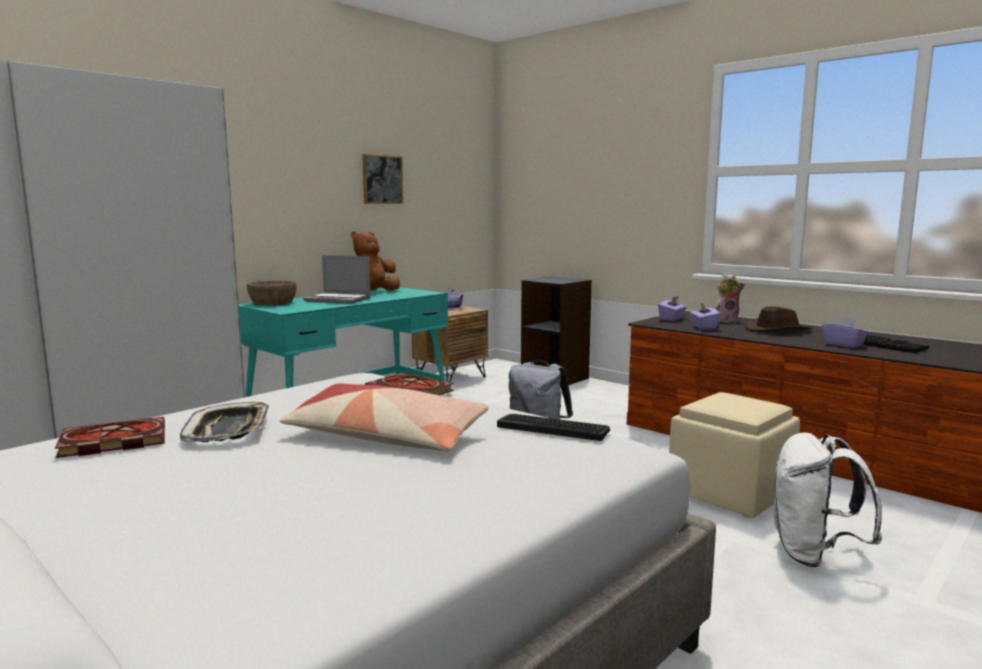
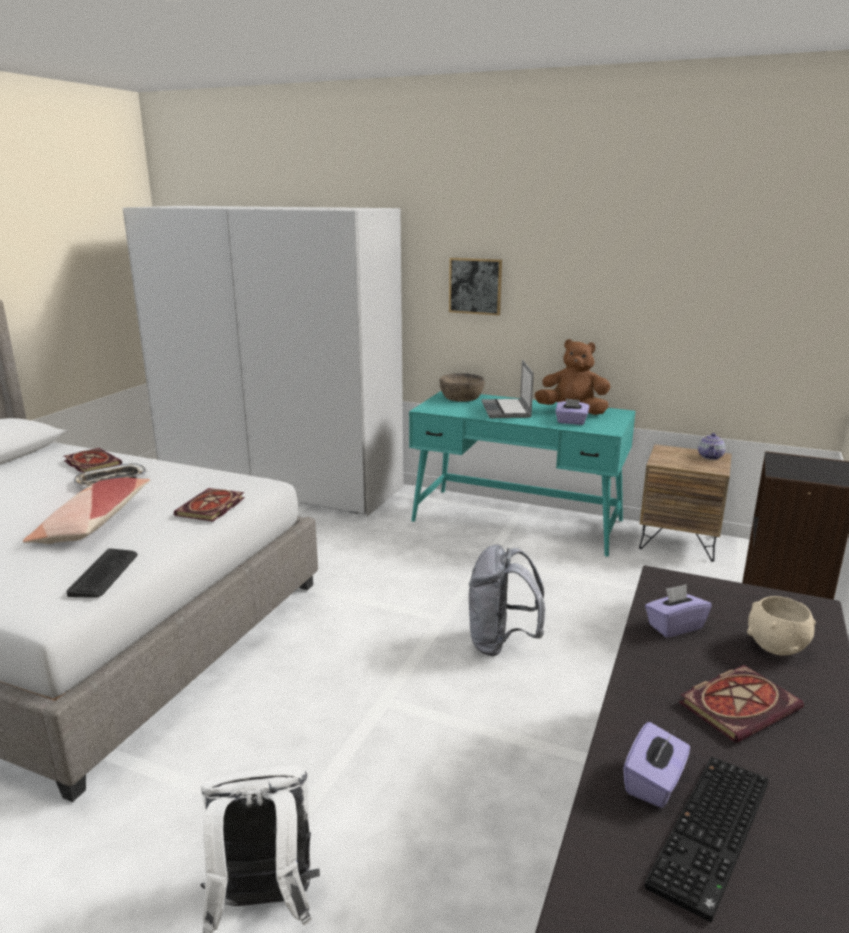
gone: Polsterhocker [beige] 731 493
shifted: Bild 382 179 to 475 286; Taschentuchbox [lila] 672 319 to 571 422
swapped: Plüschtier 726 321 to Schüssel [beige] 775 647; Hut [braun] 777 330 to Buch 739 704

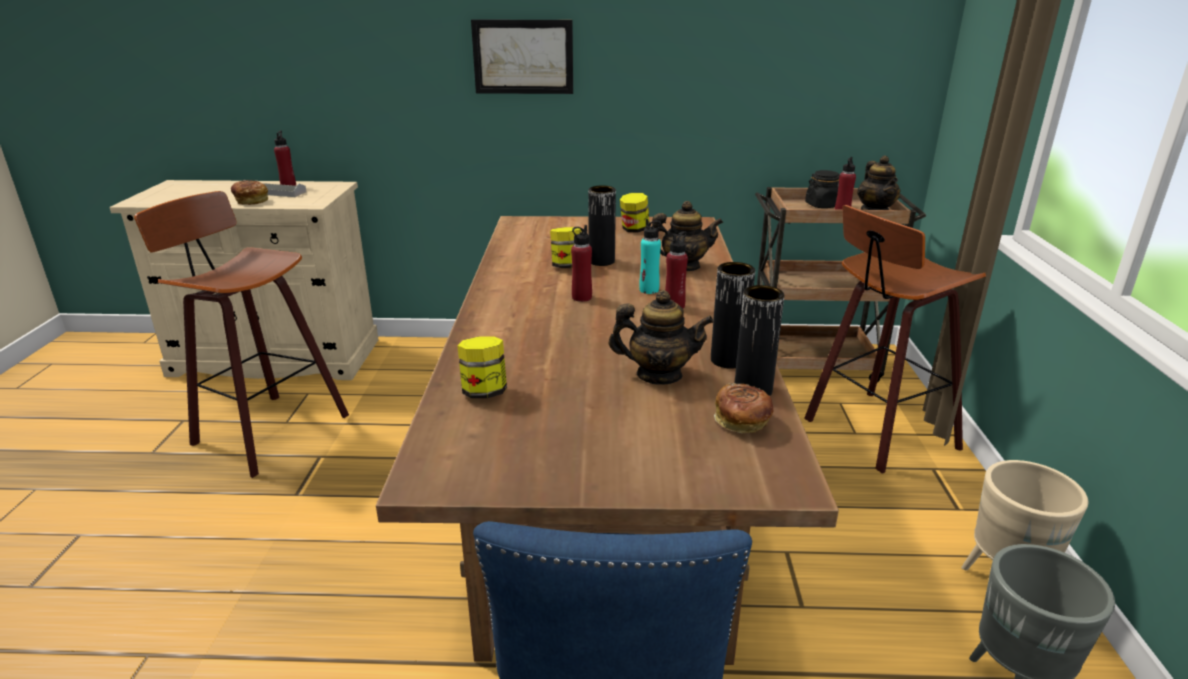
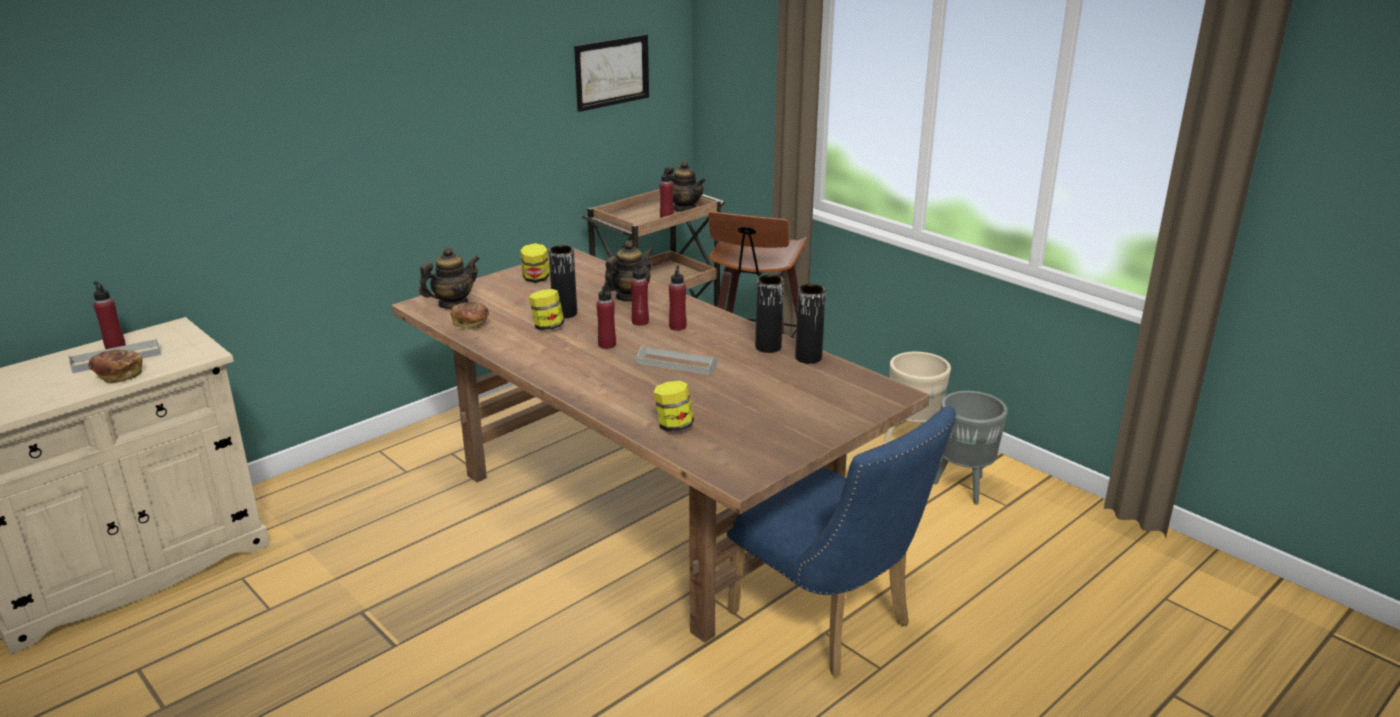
gone: Hocker 265 430; Vorratsglas [schwarz] 822 205
new: Tablett [grau] 677 363
shifted: Bild 523 57 to 612 72; Teekanne 659 375 to 453 304; Brot 742 422 to 471 325
repainted: Flasche [türkis] 649 290 to Flasche [rot] 640 322

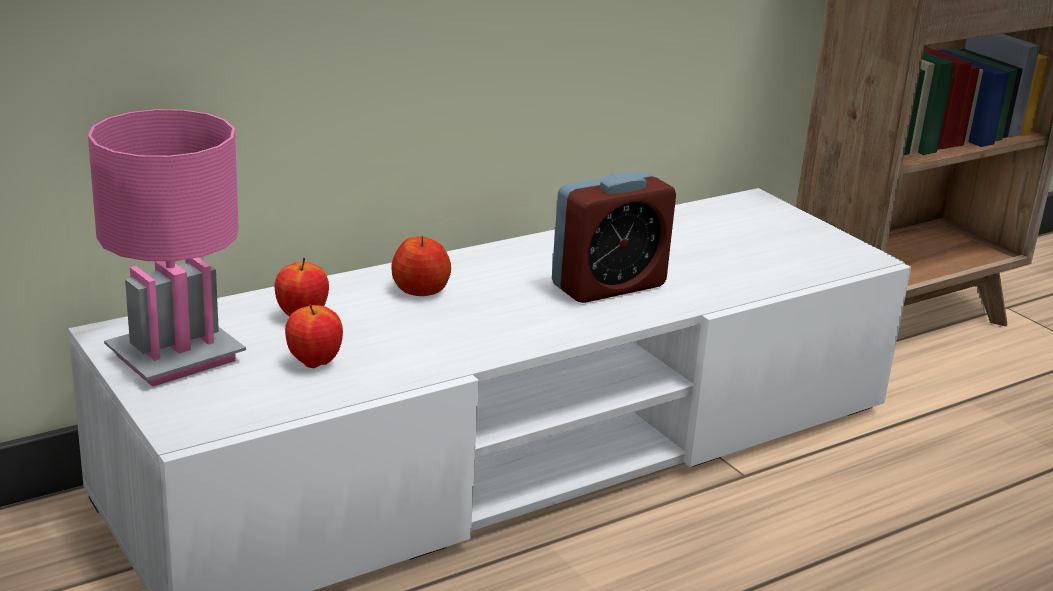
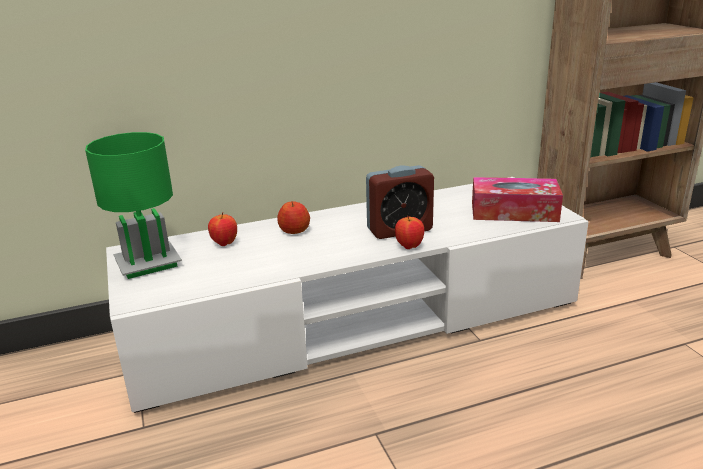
new: Taschentuchbox 514 212
shifted: Apfel 314 362 to 409 246
repainted: Tischlampe [rosa] 176 358 to Tischlampe [grün] 148 264

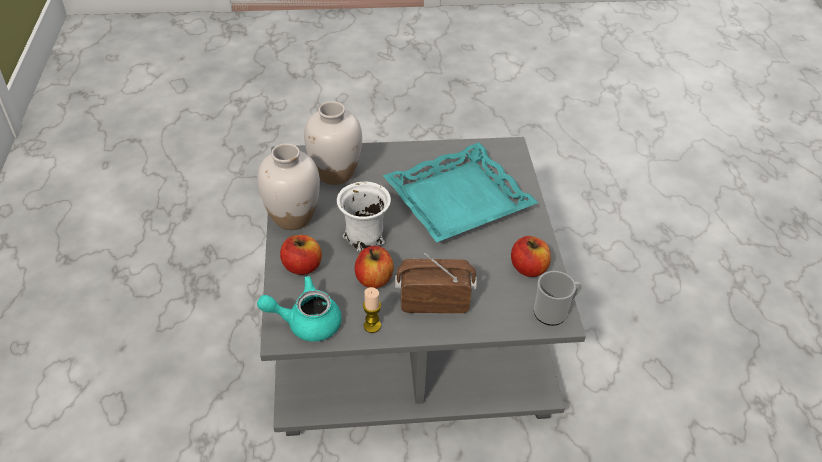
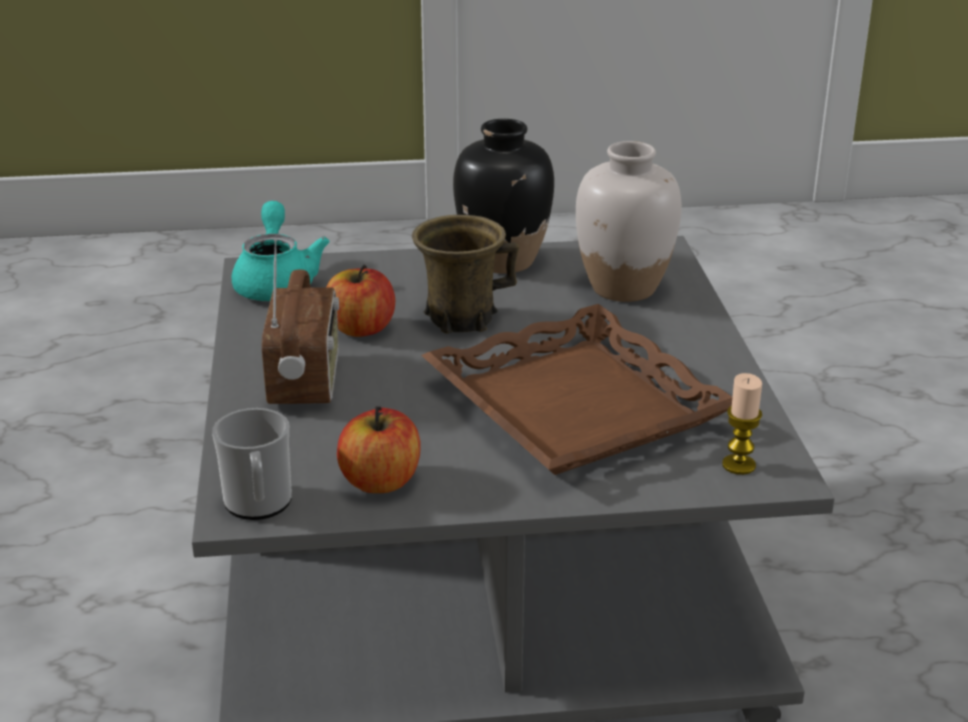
gone: Apfel 302 266
shifted: Kerze 372 326 to 738 465
repainted: Vase [weiß] 292 217 to Vase [schwarz] 503 260; Henkelbecher [weiß] 364 237 to Henkelbecher [braun] 460 317; Tablett [türkis] 458 201 to Tablett [braun] 573 406

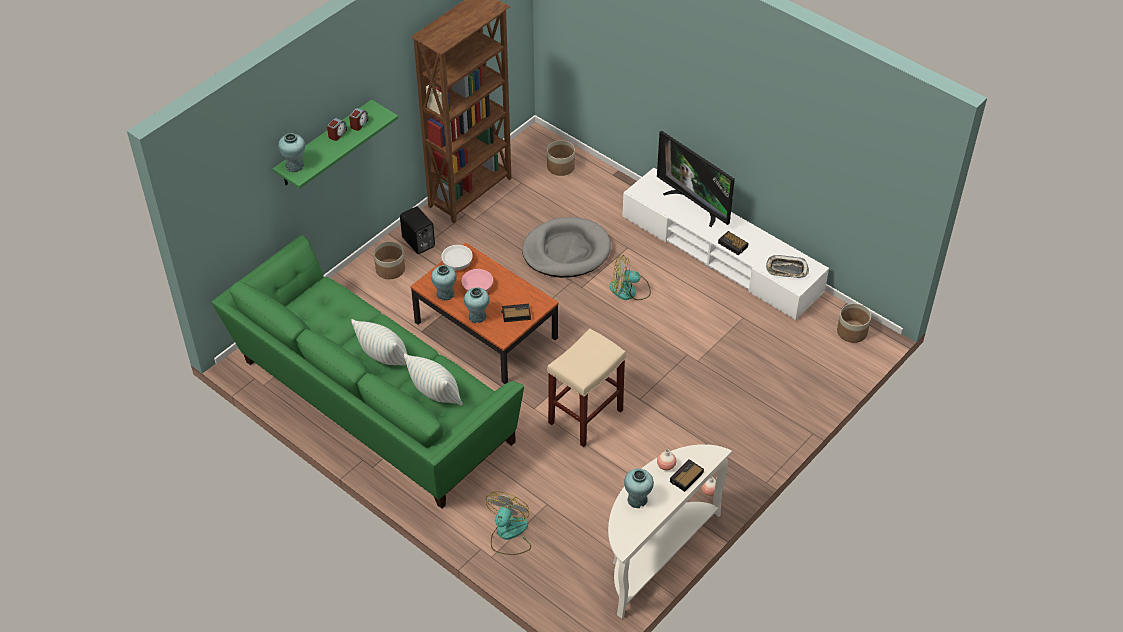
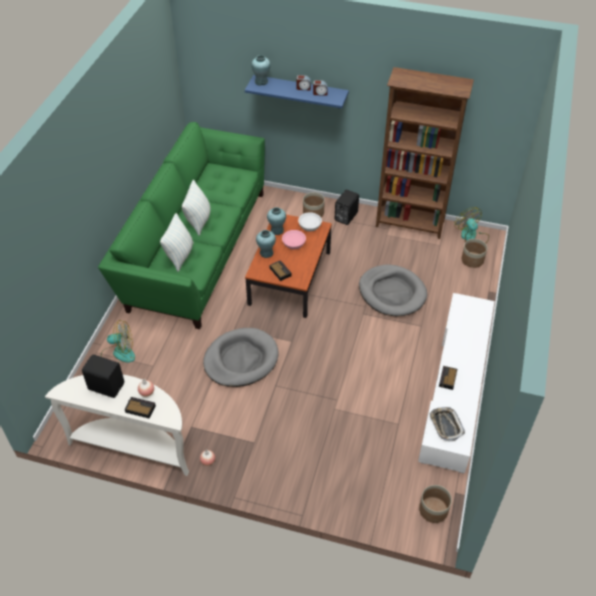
gone: Fernseher 695 204
shifted: Ventilator 629 290 to 471 237
swapped: Hocker [beige] 585 417 to Hundebett [grau] 241 359; Vase [türkis] 637 499 to Lautsprecher [schwarz] 106 385
repainted: Wandregal [grün] 324 144 to Wandregal [blau] 300 92

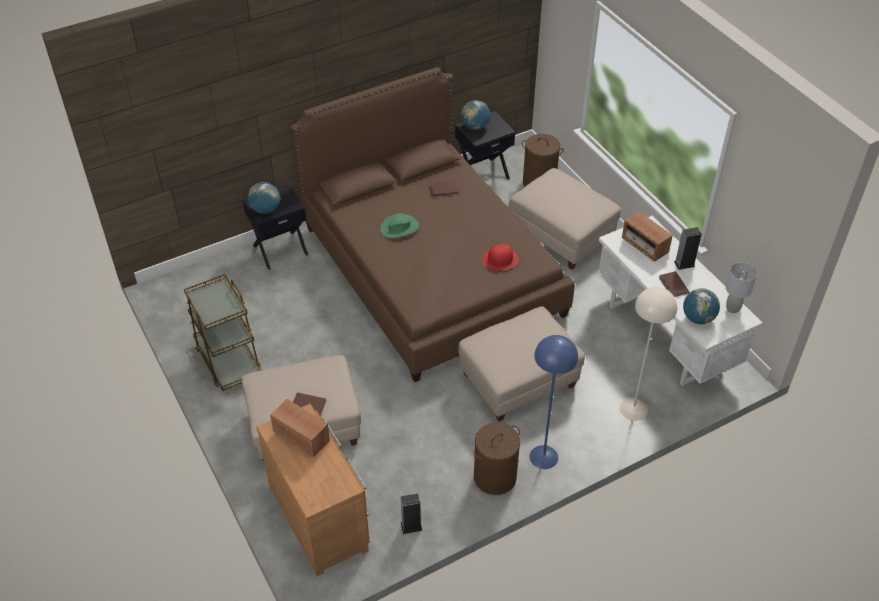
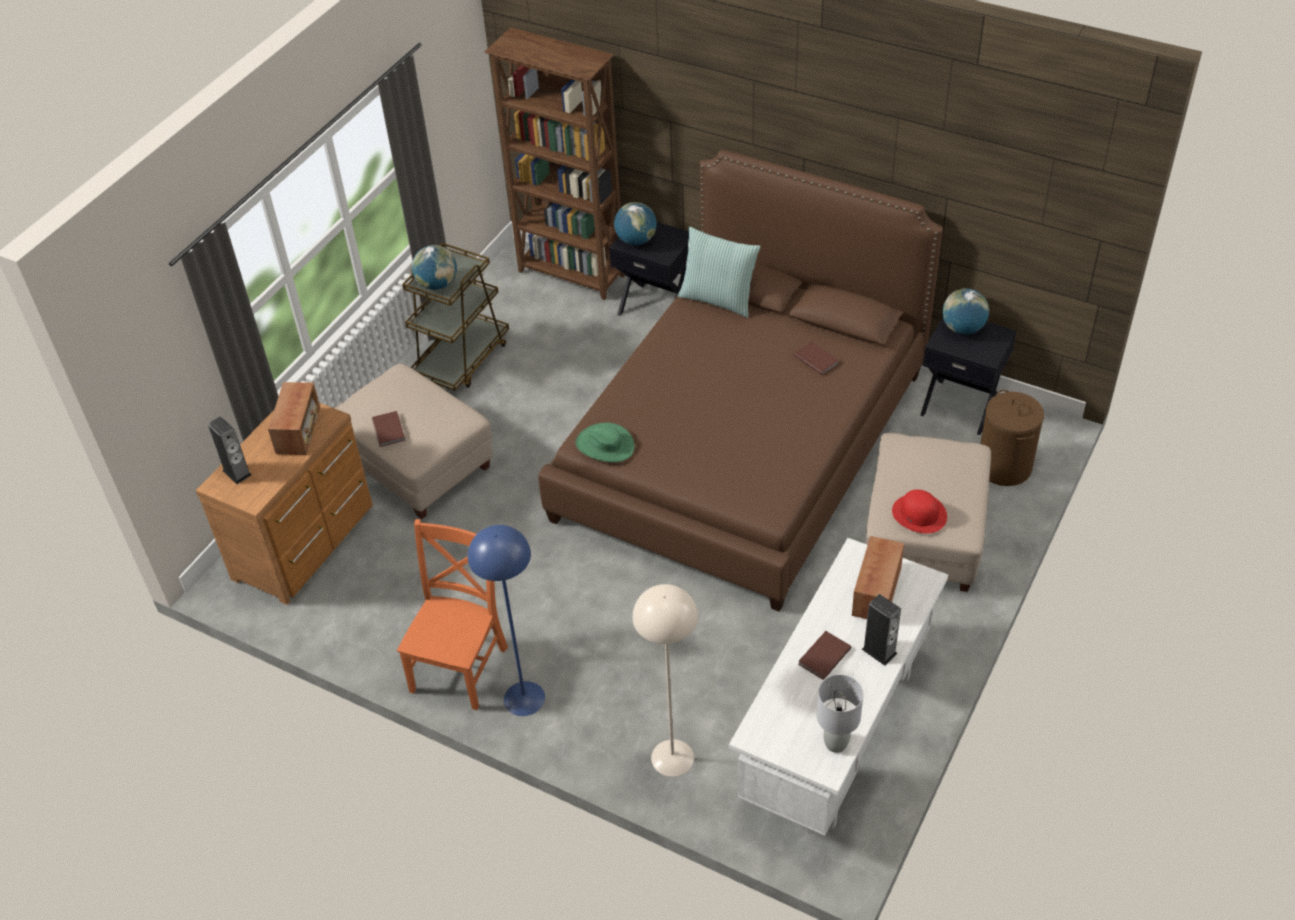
gone: Polsterhocker [beige] 518 381
new: Bücherregal [braun] 571 274; Kissen 718 299
shifted: Hut [grün] 399 227 to 605 445; Lautsprecher 411 526 to 237 472; Hut [rot] 500 259 to 919 514; Globus 698 318 to 437 284
swapped: Wäschekorb [braun] 495 477 to Stuhl [orange] 461 665

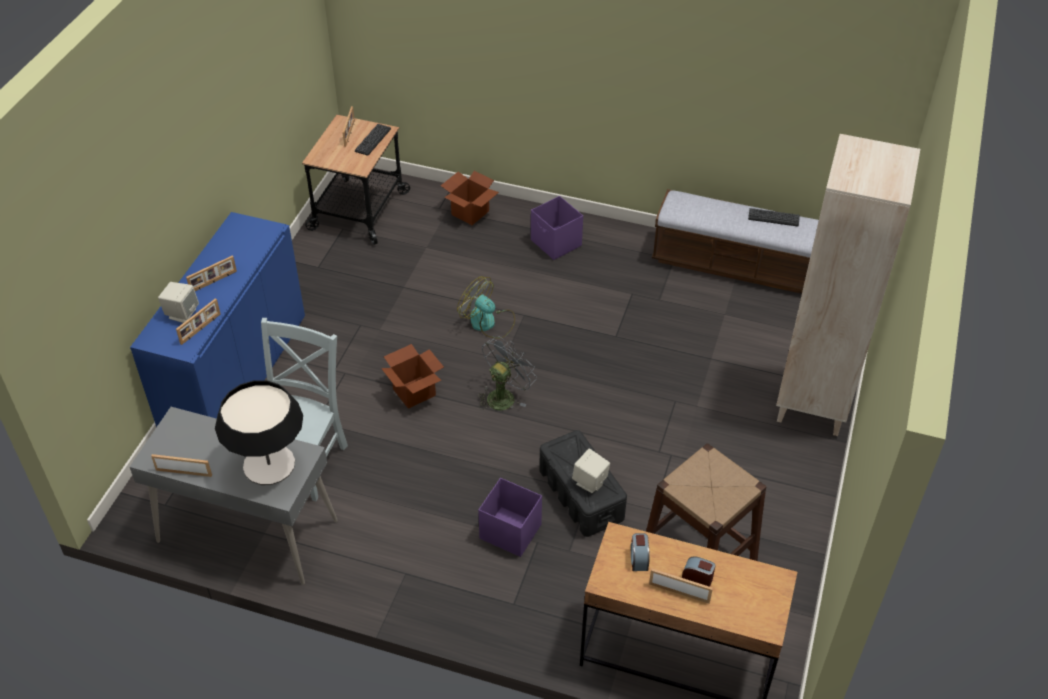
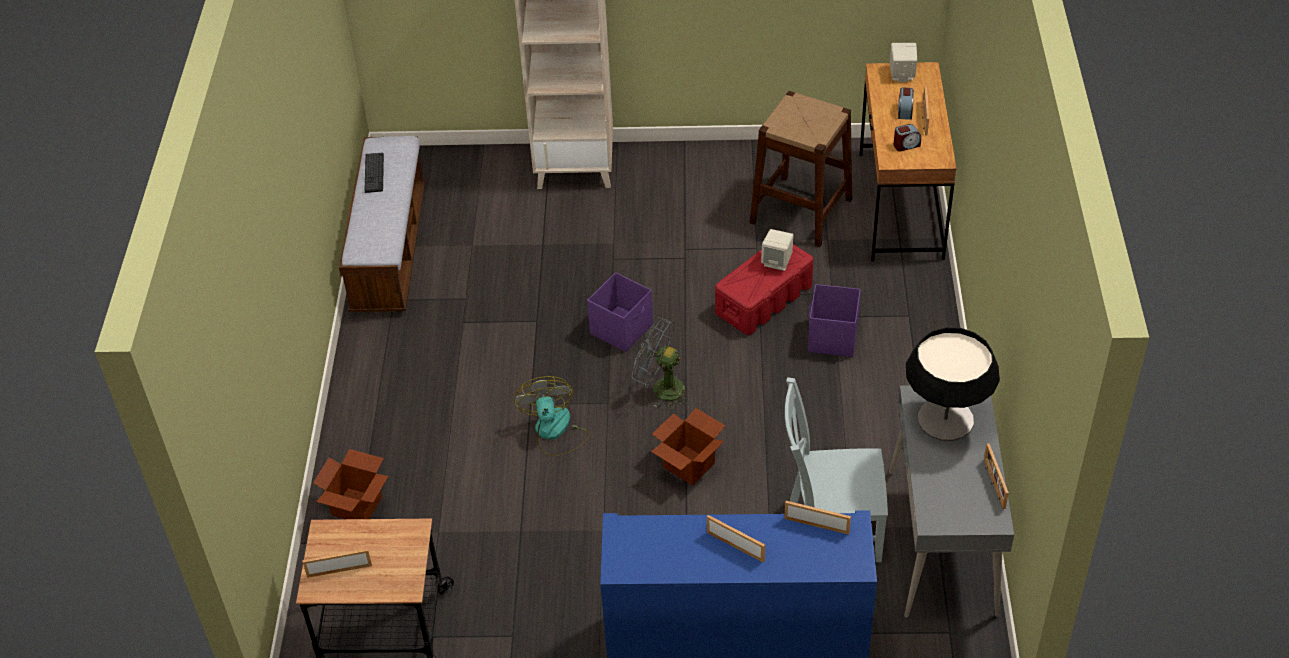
gone: Tastatur 373 140
shifted: Lautsprecher [beige] 182 313 to 901 75; Aufbewahrungsbox [lila] 556 243 to 622 329
repainted: Aufbewahrungsbox [schwarz] 581 495 to Aufbewahrungsbox [rot] 764 299
rotated: Ventilator 488 323 = 555 432 150 degrees clockwise

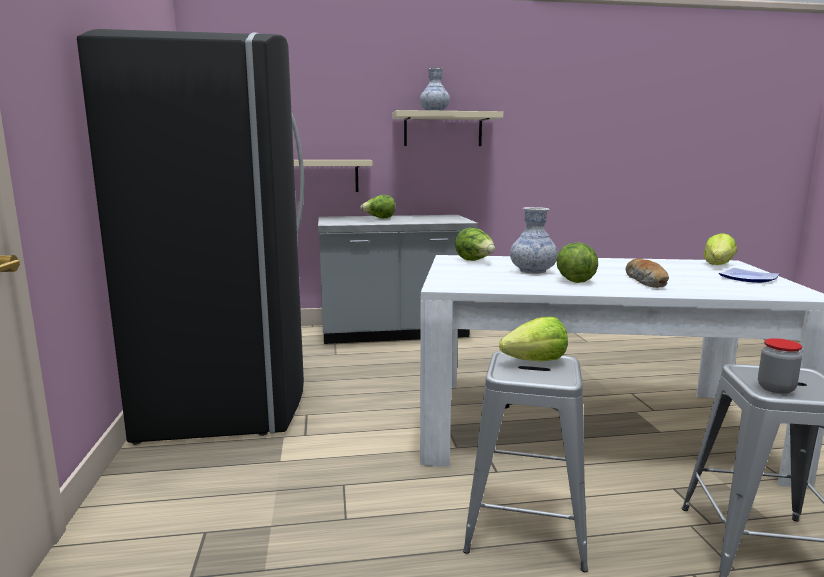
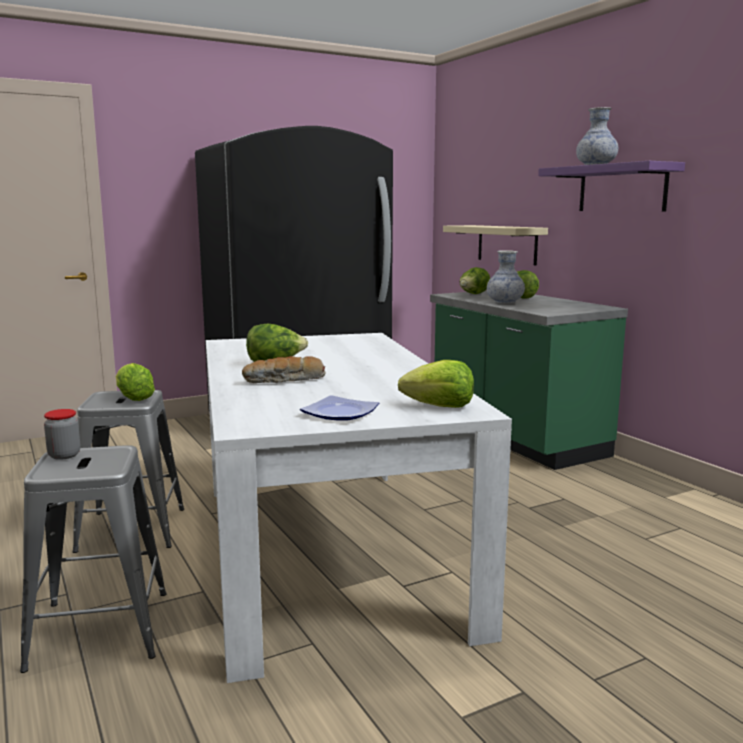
shifted: Salatkopf 475 261 to 473 294; Vase 532 271 to 505 302
repainted: Küchenzeile [grau] 395 333 to Küchenzeile [grün] 514 438; Wandregal [beige] 443 129 to Wandregal [lila] 622 188

